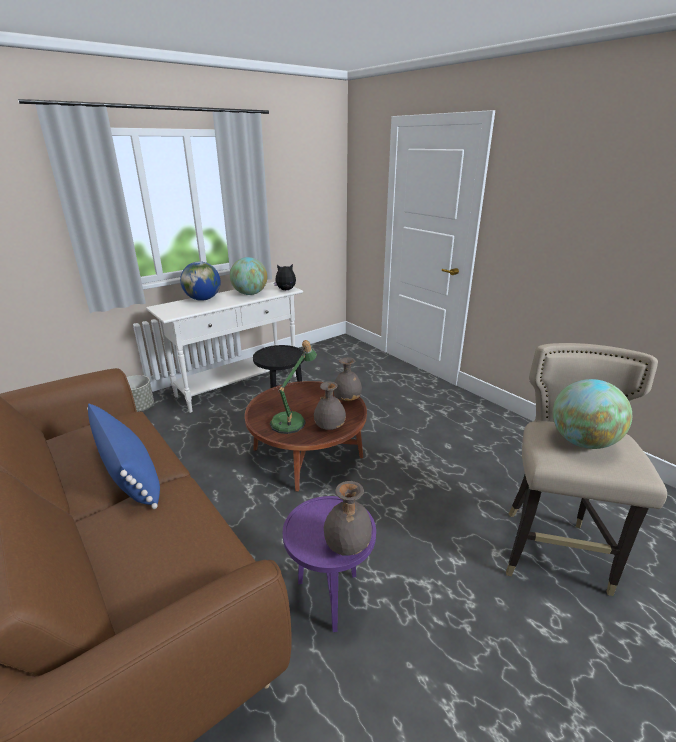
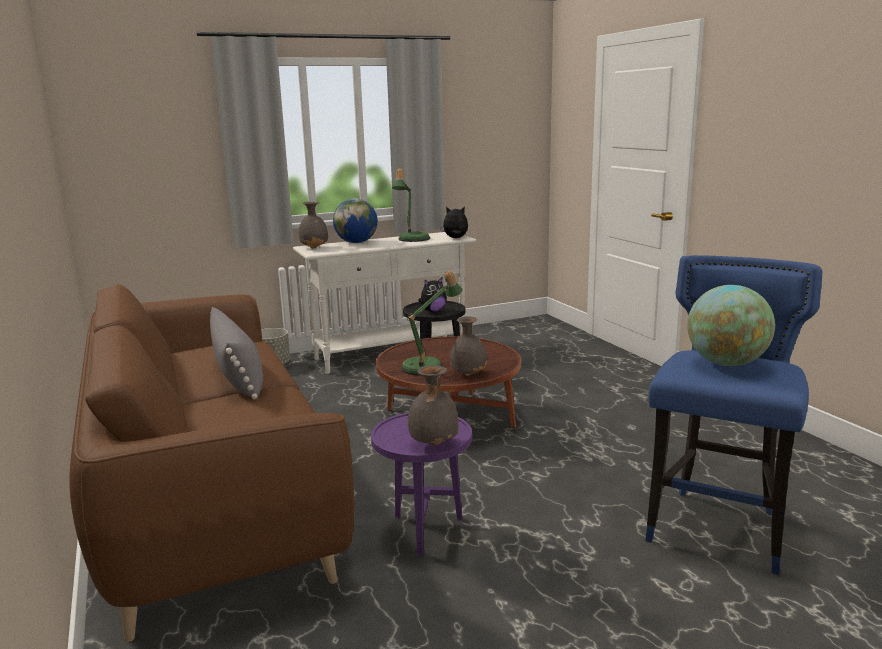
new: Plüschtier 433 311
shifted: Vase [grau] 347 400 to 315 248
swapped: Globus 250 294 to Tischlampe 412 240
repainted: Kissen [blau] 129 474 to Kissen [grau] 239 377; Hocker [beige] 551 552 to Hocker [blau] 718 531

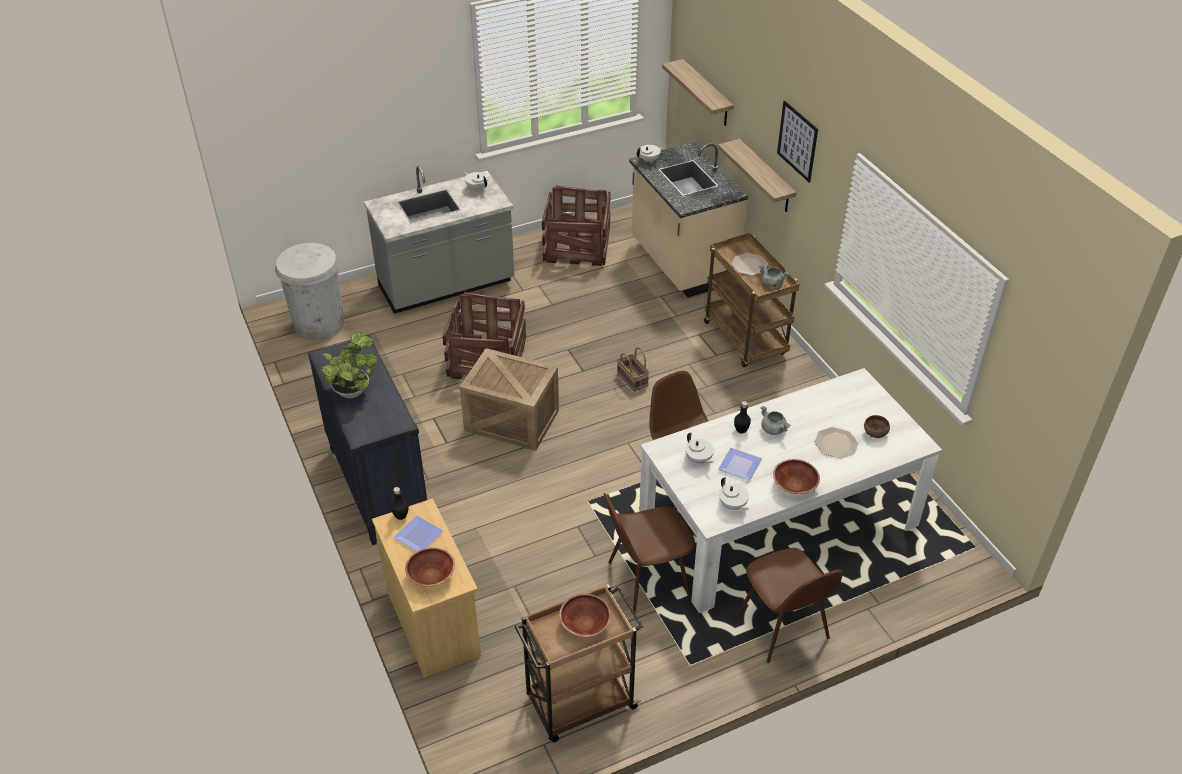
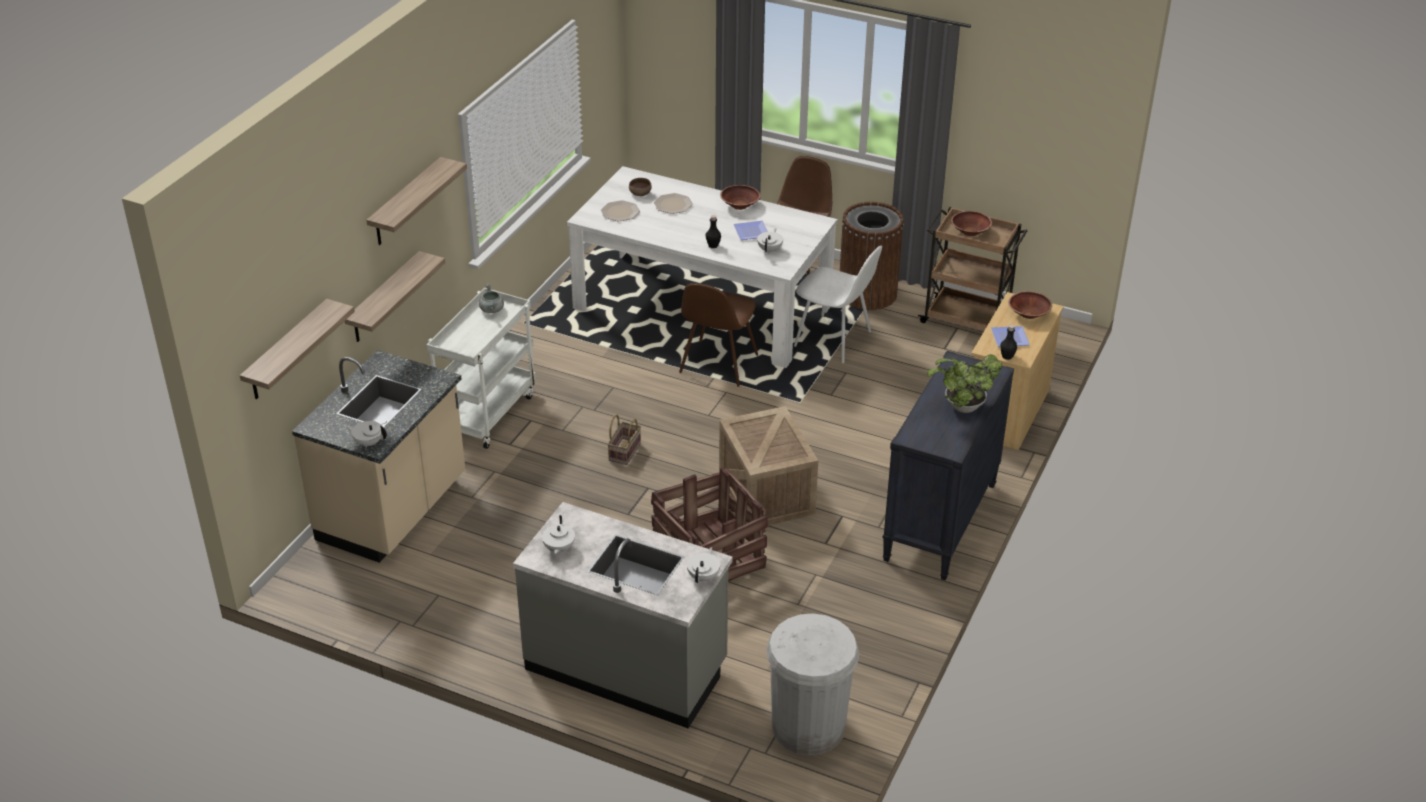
gone: Kiste 576 247; Kochtopf [grau] 774 429
new: Mülleimer [braun] 867 293
shifted: Teekanne [weiß] 732 505 to 703 576; Teller 749 265 to 620 212
swapped: Bild 797 141 to Wandregal 406 203
repainted: Stuhl [braun] 646 580 to Stuhl [weiß] 834 340; Rollwagen [braun] 746 340 to Rollwagen [weiß] 487 413

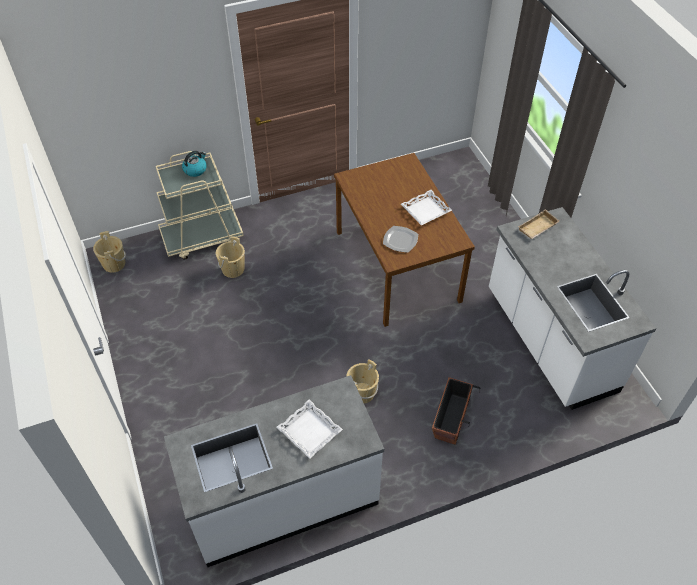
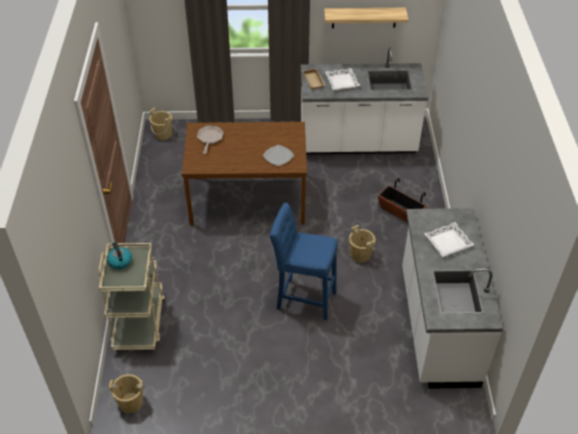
new: Pfanne 210 139; Hocker [blau] 303 299; Wandregal 364 17
shifted: Eimer [beige] 233 269 to 163 134; Tablett [weiß] 426 211 to 342 82

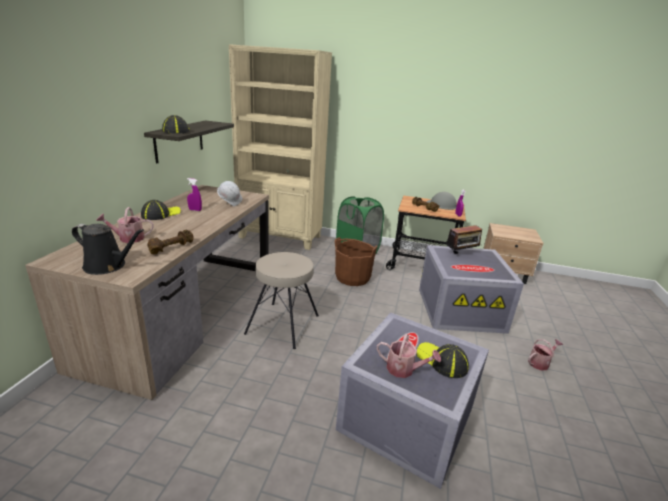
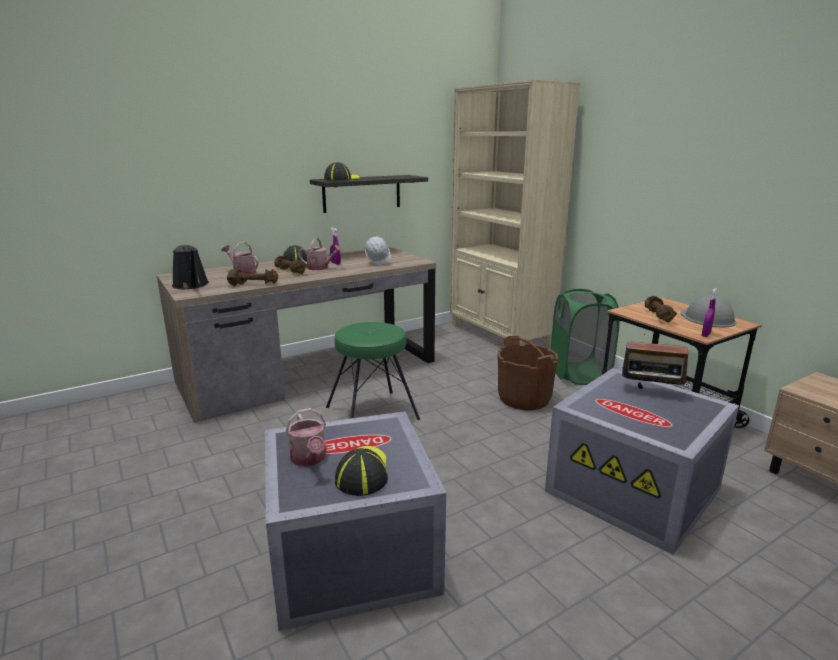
new: Hantel [braun] 290 271
shifted: Gießkanne 540 363 to 320 268
repainted: Hocker [beige] 283 324 to Hocker [grün] 372 413

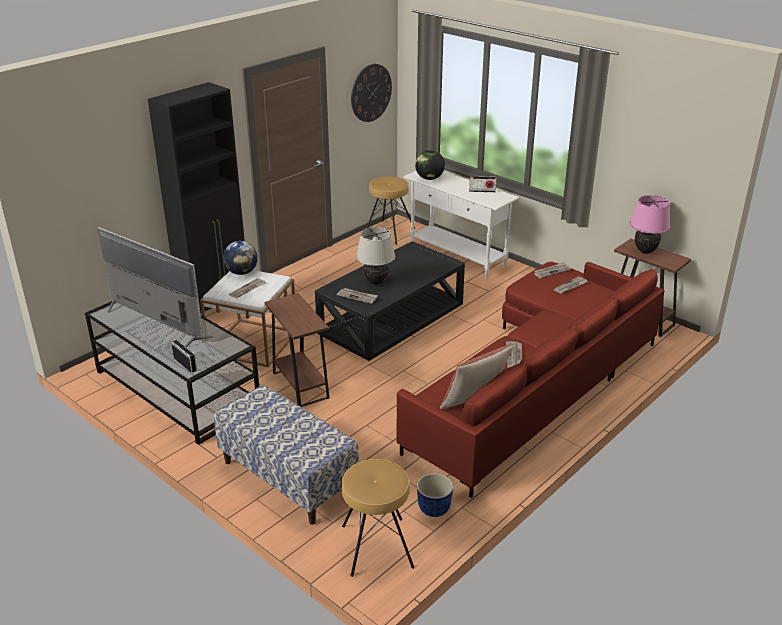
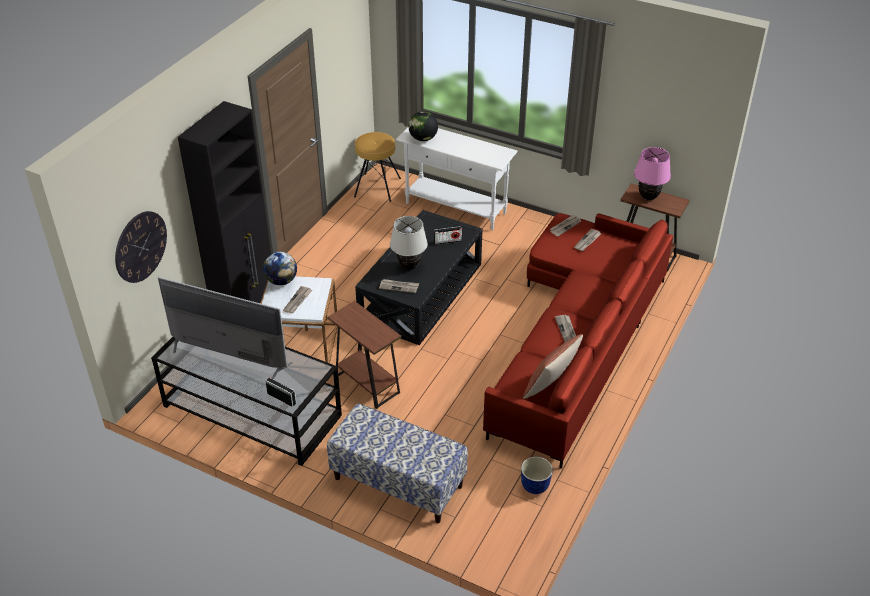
gone: Hocker [braun] 376 546
shifted: Wanduhr 371 93 to 140 246; Radio 482 191 to 447 241

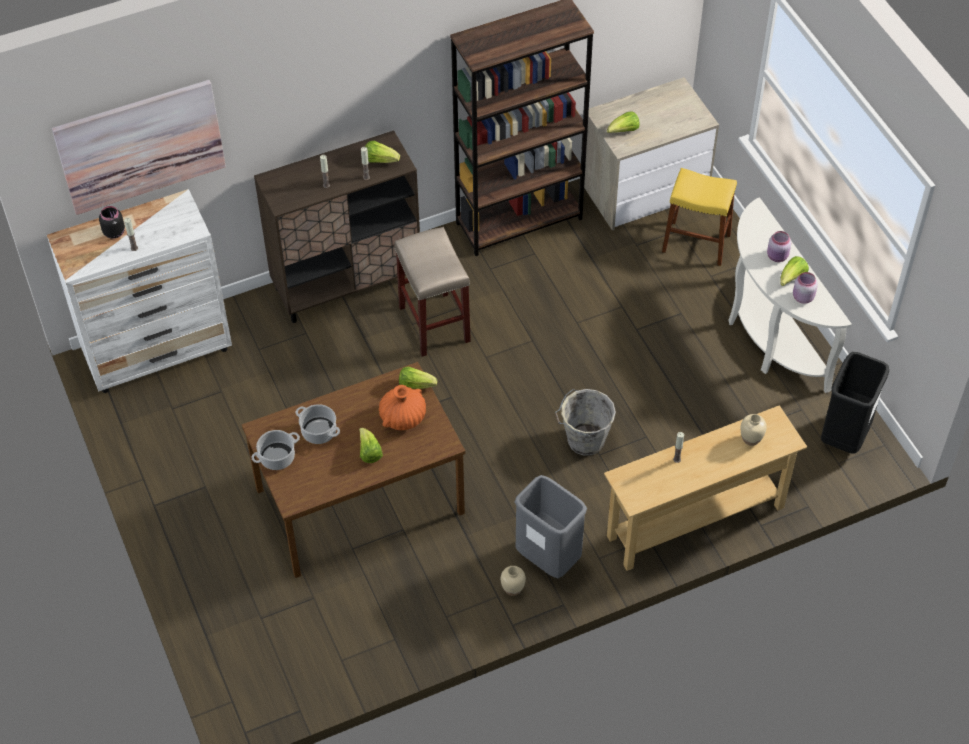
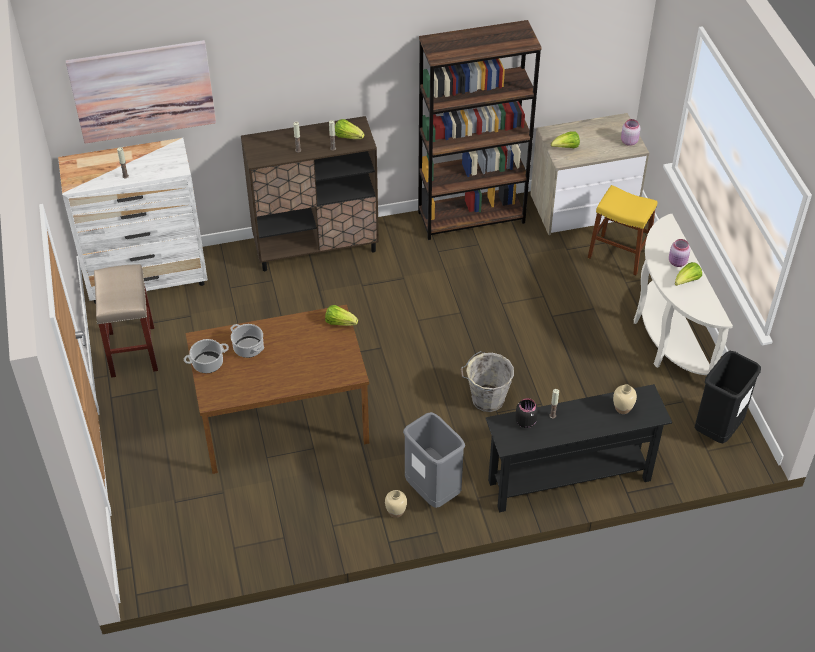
gone: Salatkopf 369 452; Vase [orange] 403 418
shifted: Vorratsglas [schwarz] 114 232 to 525 421; Hocker [beige] 433 323 to 132 350; Vorratsglas [rosa] 802 297 to 628 141
repainted: Konsolentisch [beige] 696 522 to Konsolentisch [schwarz] 569 481

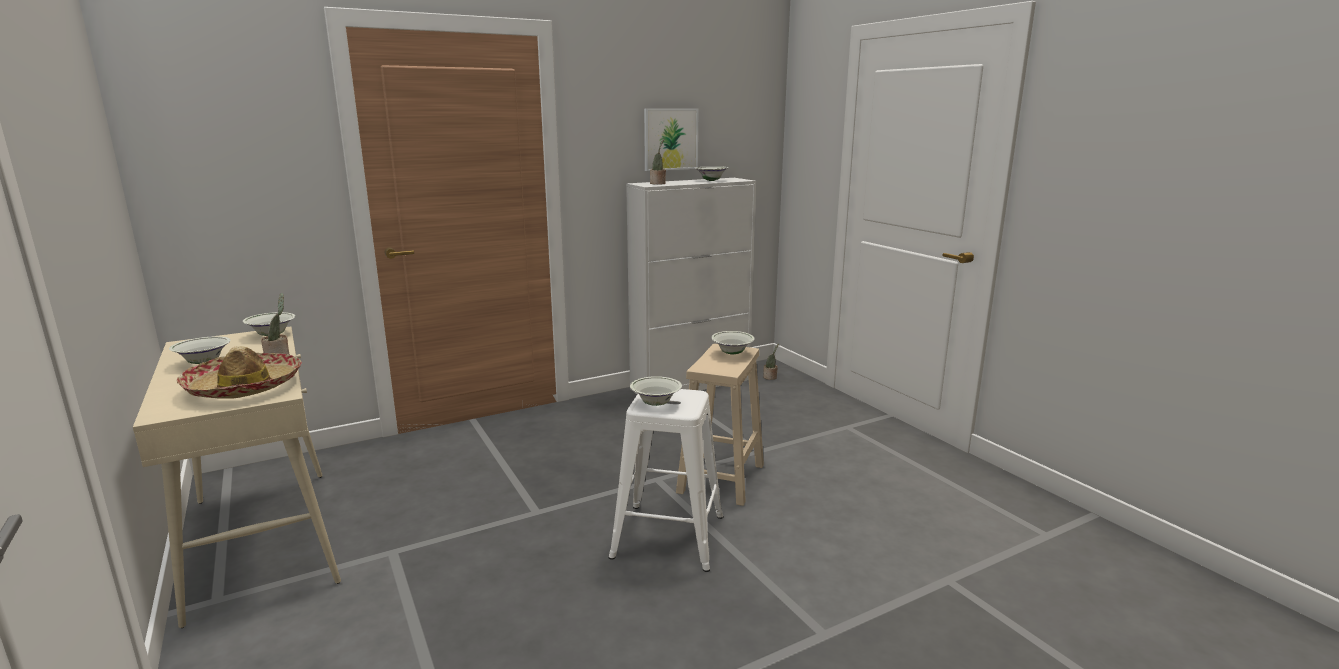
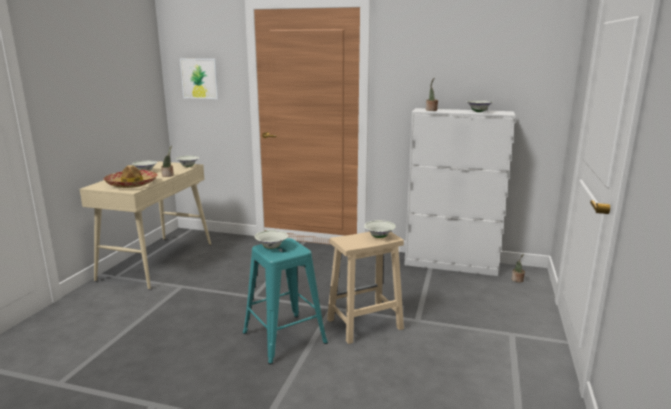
shifted: Bild 670 139 to 199 78
repainted: Hocker [weiß] 670 535 to Hocker [türkis] 285 338

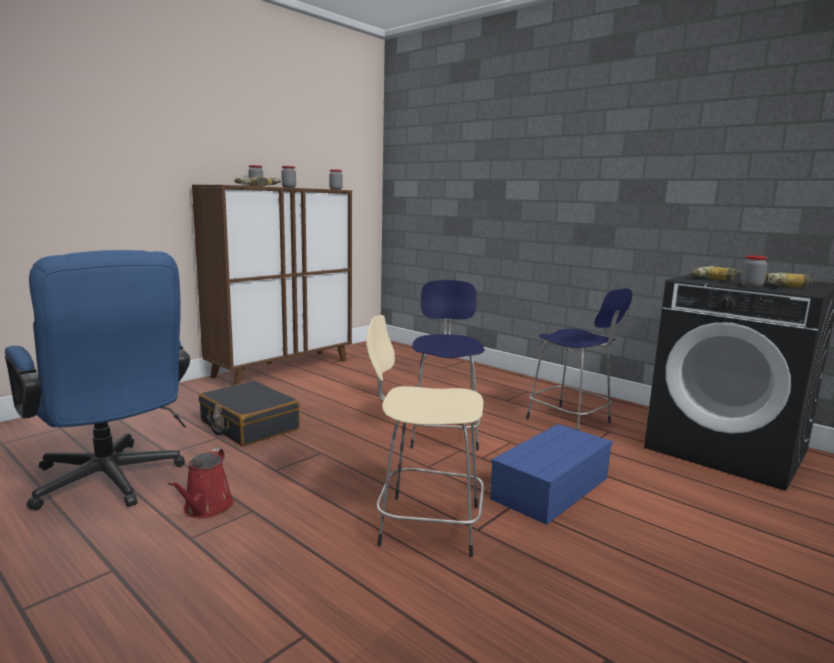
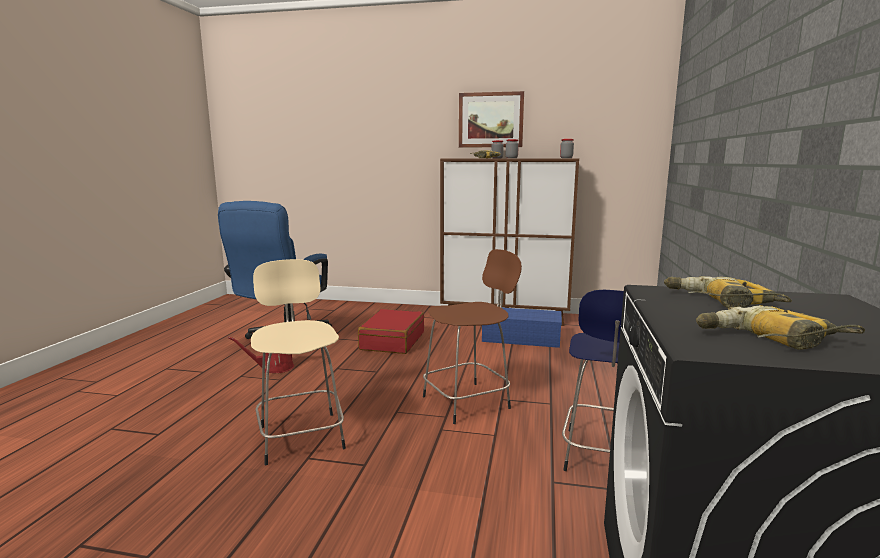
gone: Vorratsglas 751 286
new: Bild 491 120
shifted: Aufbewahrungsbox [blau] 550 487 to 522 338
repainted: Koffer [schwarz] 249 425 to Koffer [rot] 392 341; Hocker [blau] 444 434 to Hocker [braun] 468 401

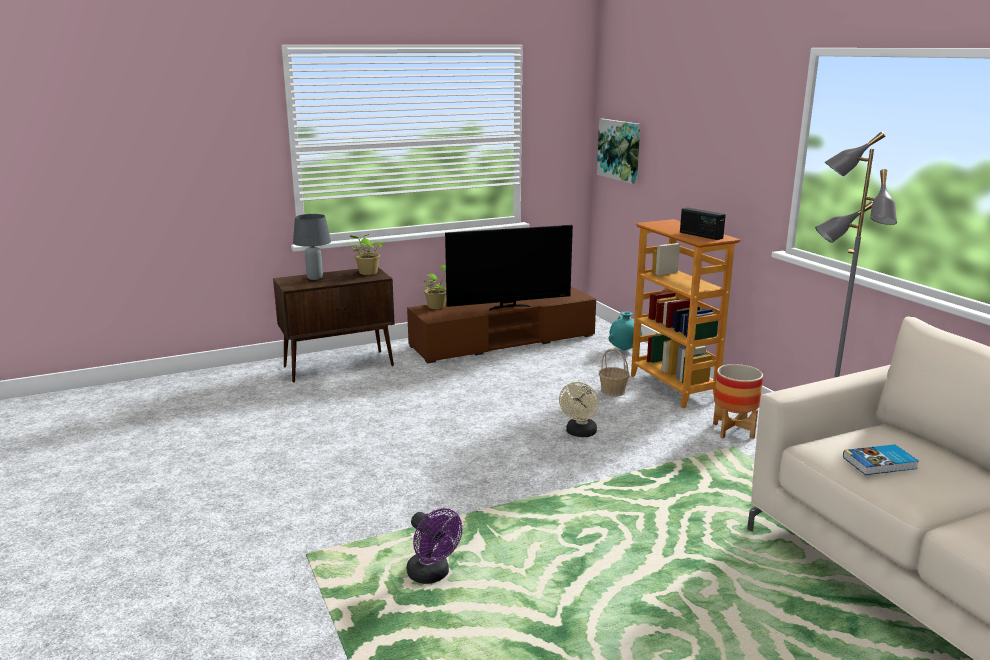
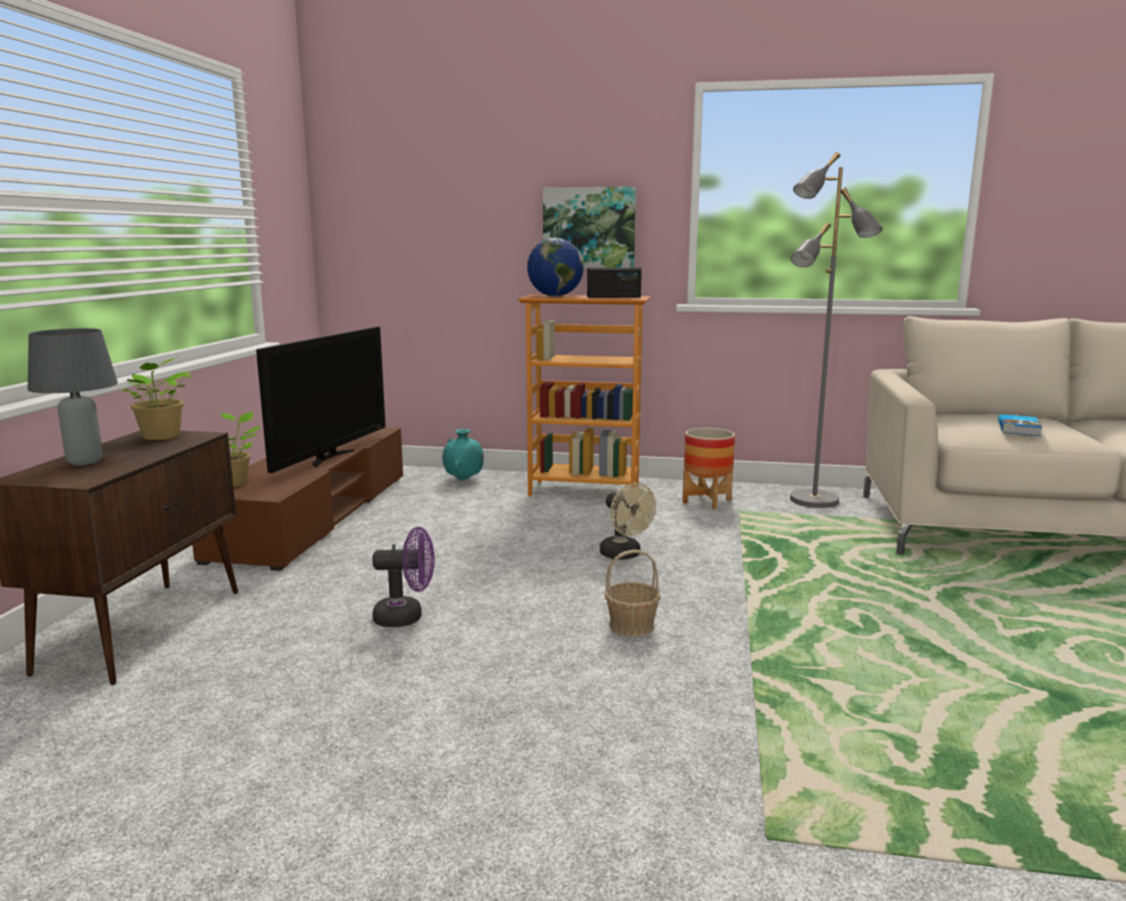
new: Globus 555 296
shifted: Ventilator [lila] 432 575 to 406 617; Bild 620 150 to 589 228; Korb 613 391 to 632 626

